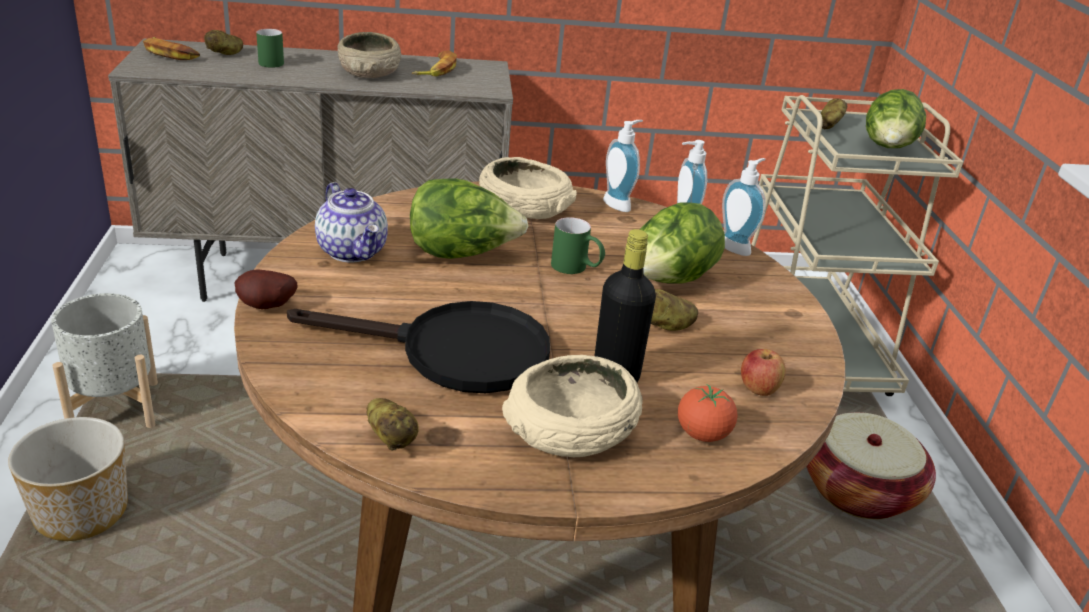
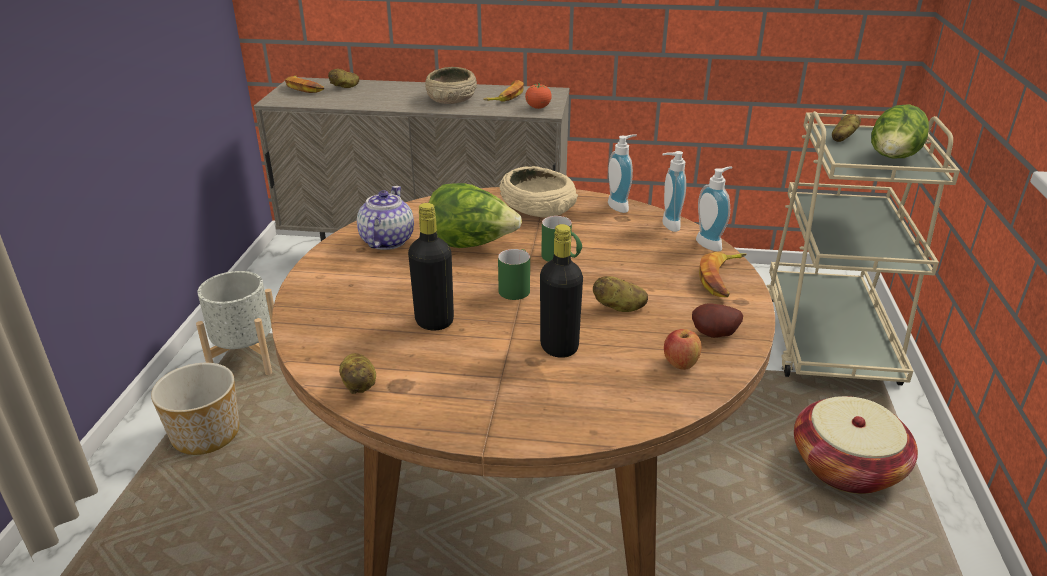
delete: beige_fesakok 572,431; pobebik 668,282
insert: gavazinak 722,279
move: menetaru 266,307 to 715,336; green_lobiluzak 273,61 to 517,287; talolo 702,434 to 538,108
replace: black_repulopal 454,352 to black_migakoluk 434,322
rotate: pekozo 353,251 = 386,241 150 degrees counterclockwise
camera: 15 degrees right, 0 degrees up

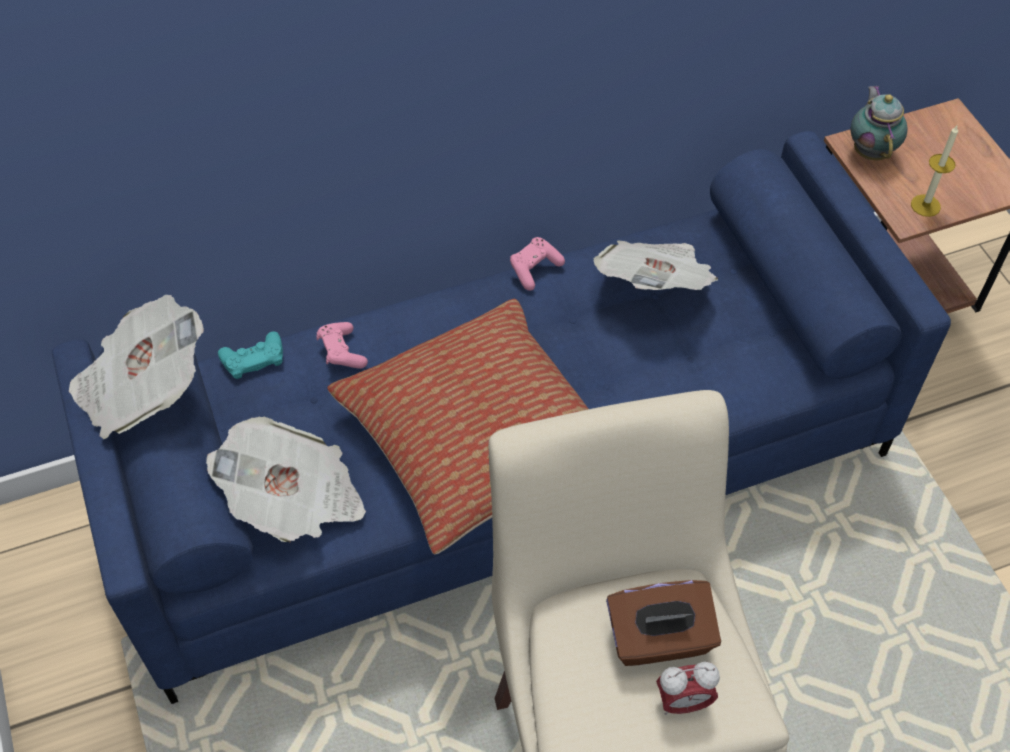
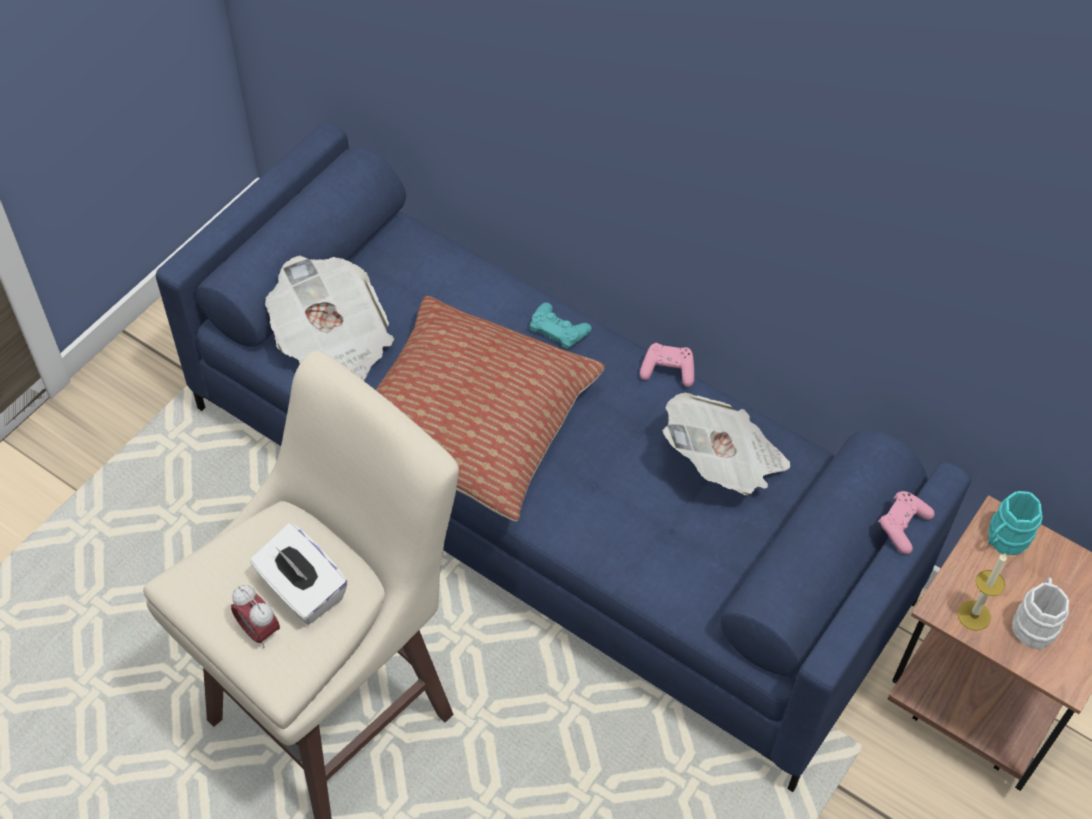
delete: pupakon 143,388
insert: white_lobiluzak 1034,622
move: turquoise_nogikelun 253,358 to 558,329; pink_nogikelun 341,352 to 902,526
replace: pekozo 870,151 to turquoise_lobiluzak 1003,540
recolor: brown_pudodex 659,639 to white_pudodex 302,590
camera: 55 degrees right, 0 degrees up

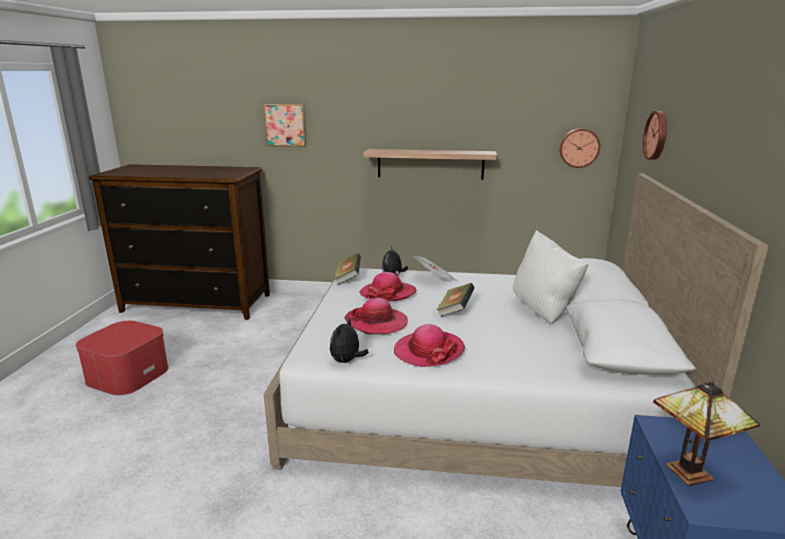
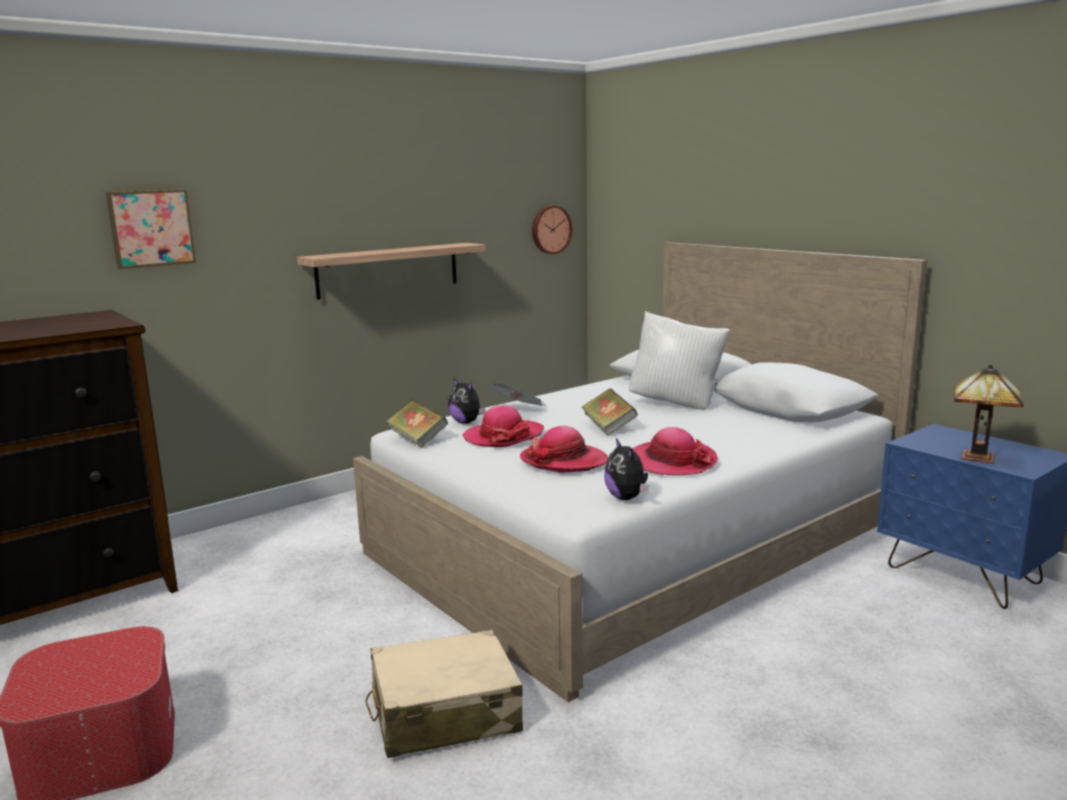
delete: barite 657,135
insert: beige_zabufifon 444,713
camera: 45 degrees left, 5 degrees down

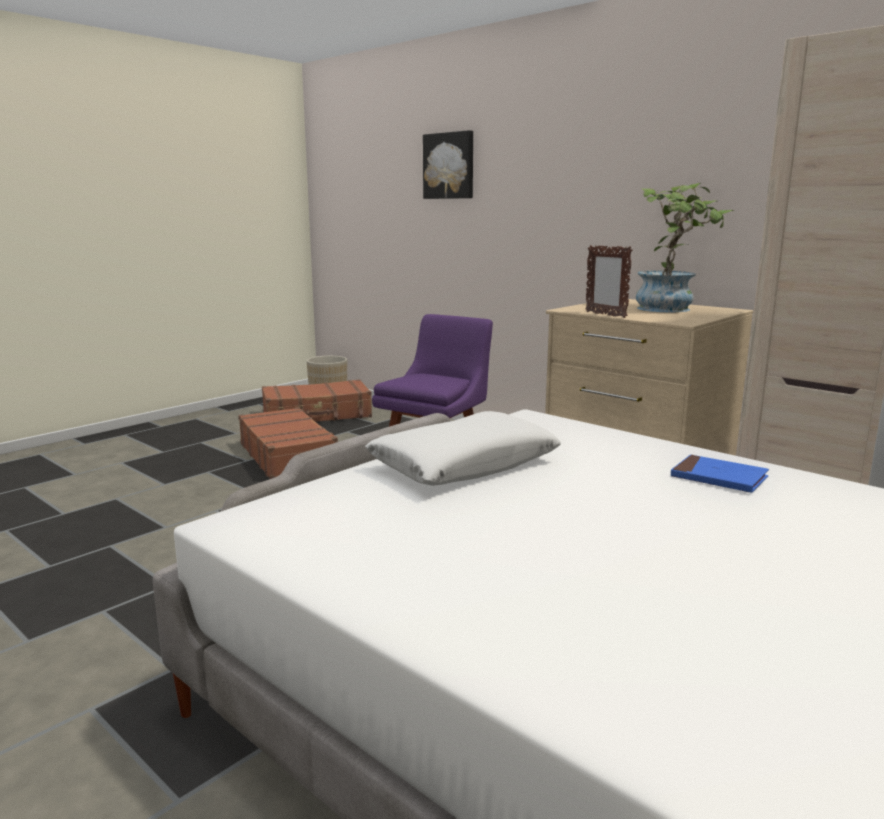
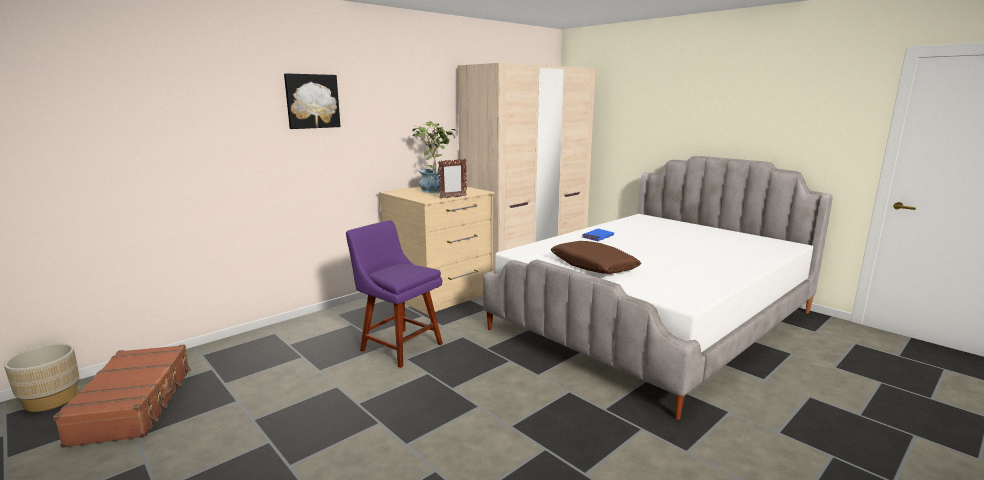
delete: brown_zabufifon 288,456
move: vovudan 449,166 to 312,101
recolor: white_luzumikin 464,465 to brown_luzumikin 593,266
camera: 85 degrees left, 0 degrees up

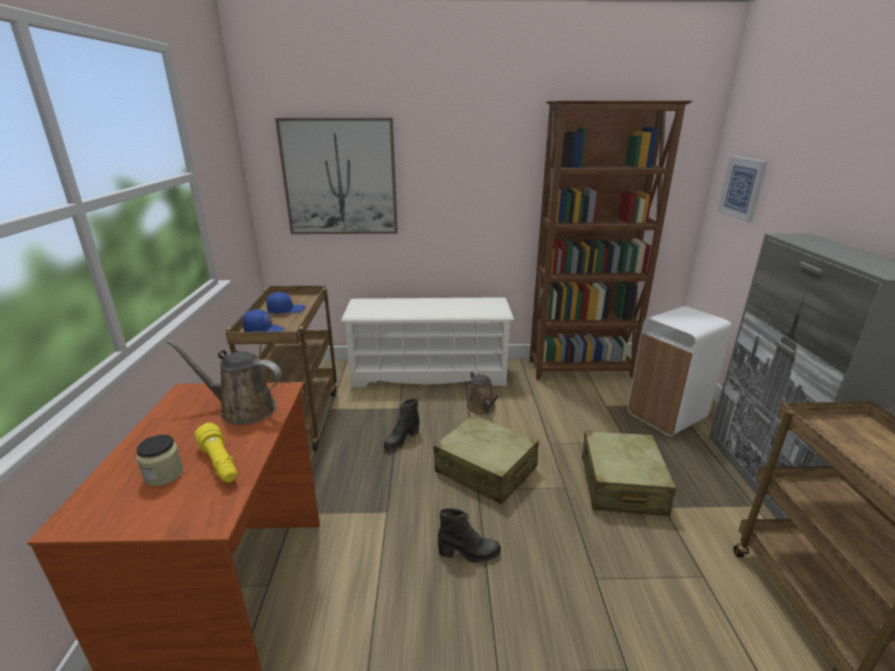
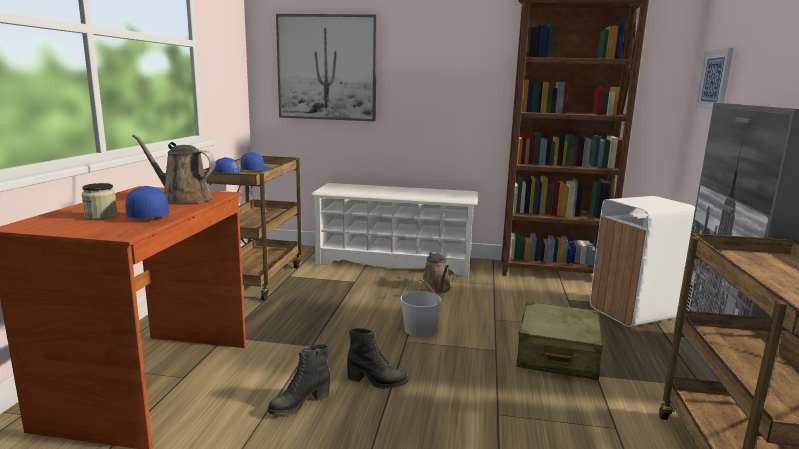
move: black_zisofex 401,440 to 299,404
replace: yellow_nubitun 220,463 to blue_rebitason 147,216; beige_zabufifon 486,470 to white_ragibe 420,330
camera: 10 degrees right, 10 degrees down

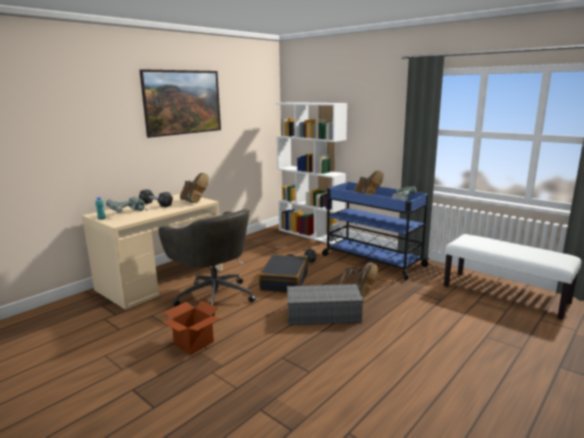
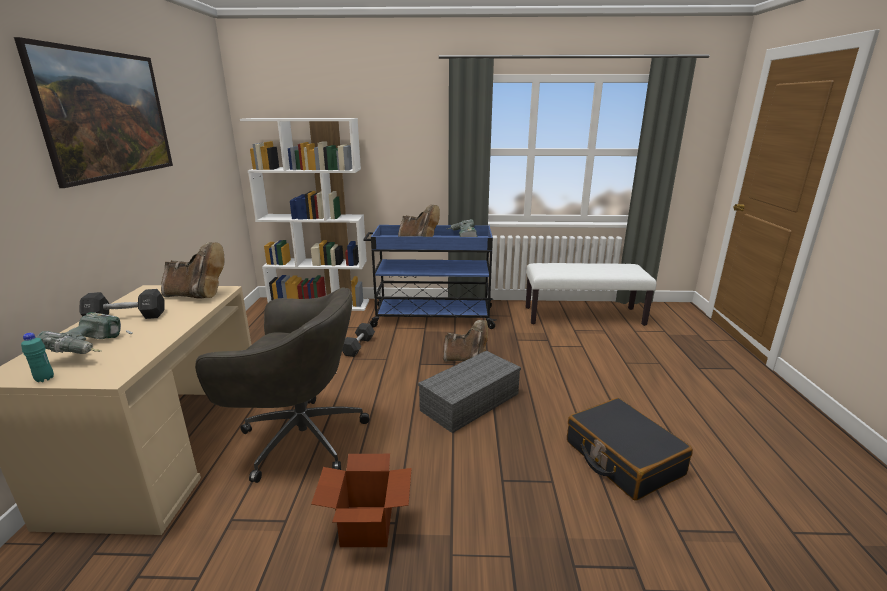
move: black_zabufifon 284,281 to 622,458
camera: 40 degrees left, 5 degrees up

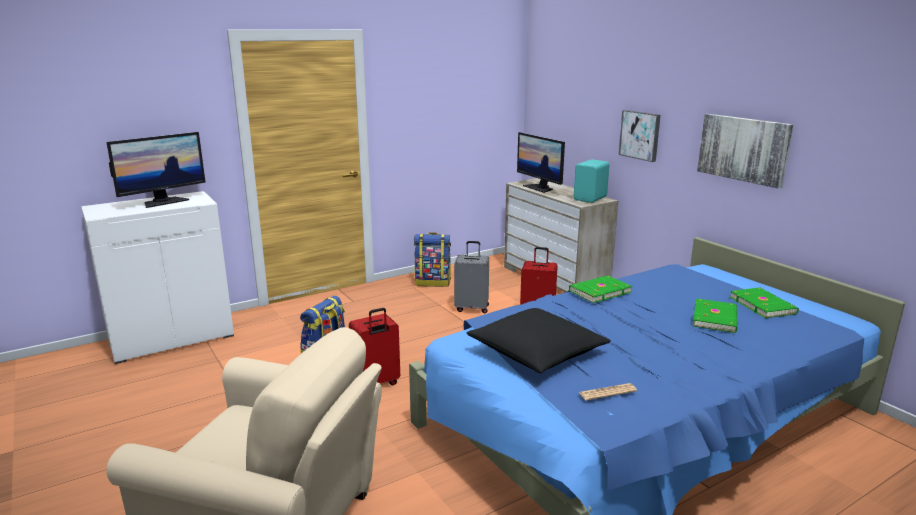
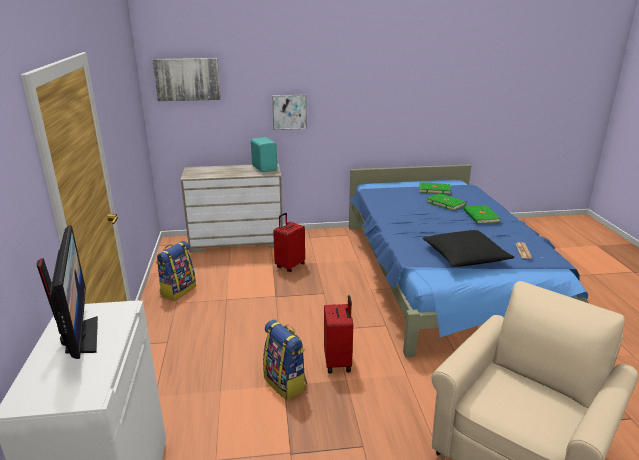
delete: grey_zabufifon 472,308; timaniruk 540,188
move: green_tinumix 599,291 to 480,216; vovudan 743,149 to 187,79
camera: 65 degrees left, 5 degrees up

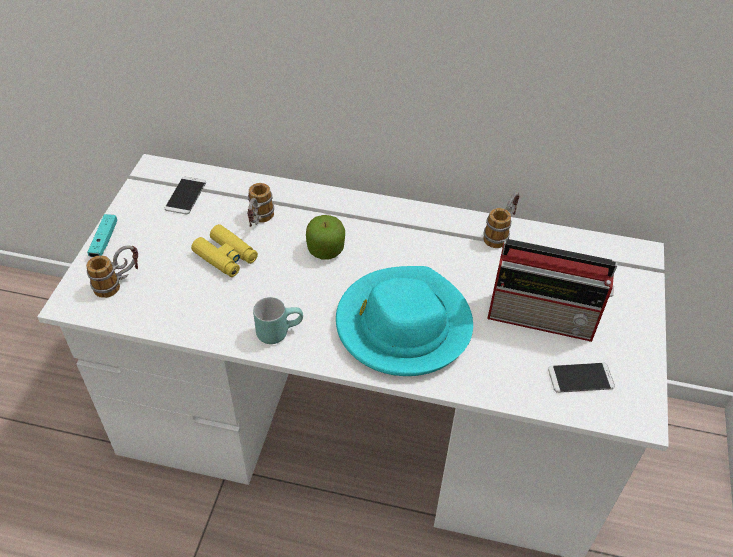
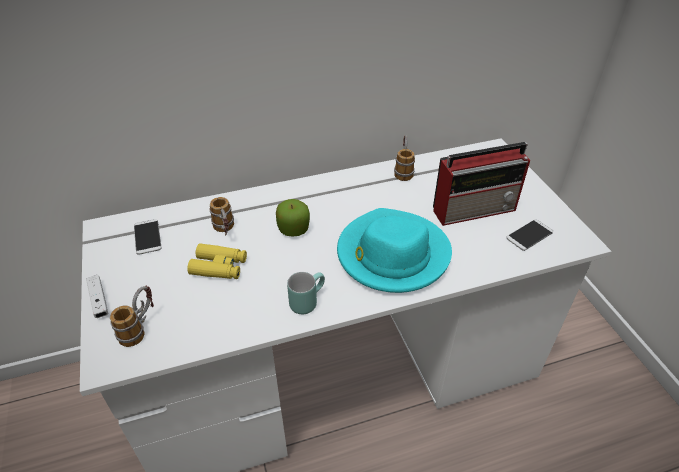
recolor: turquoise_nogikelun 104,241 to white_nogikelun 99,300
camera: 30 degrees left, 5 degrees down

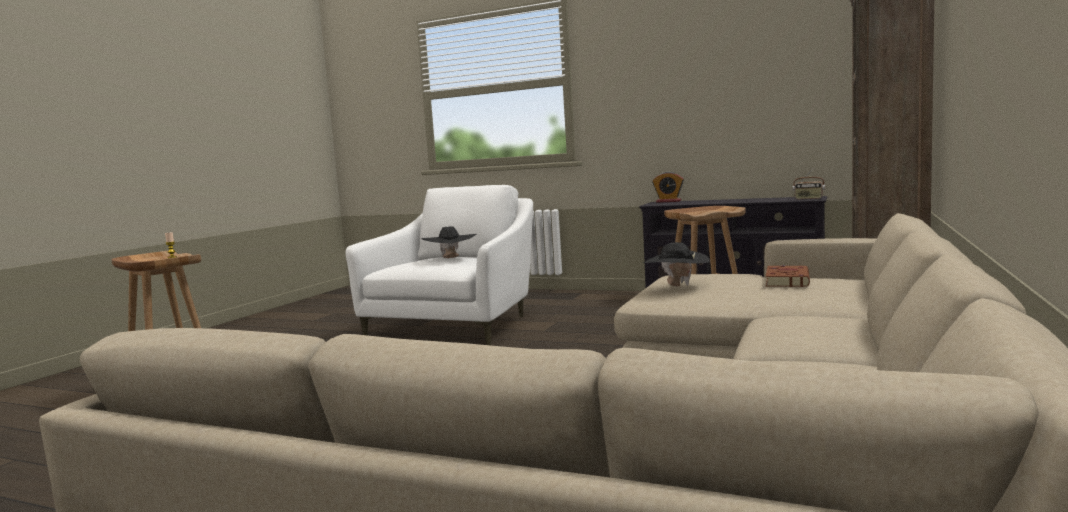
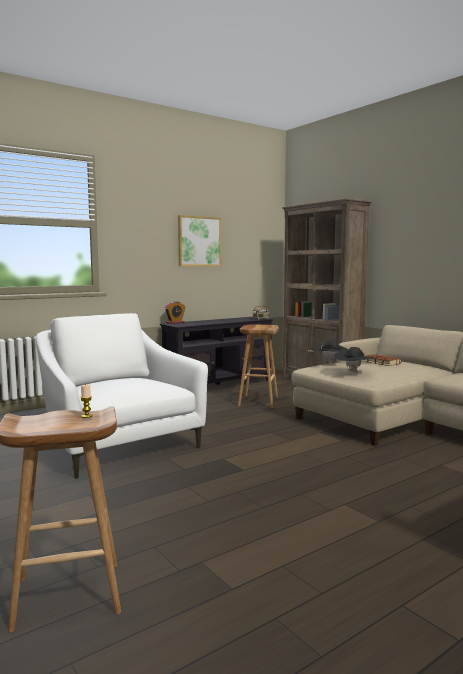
insert: vovudan 199,241
move: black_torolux 450,259 to 331,364
camera: 60 degrees left, 0 degrees up

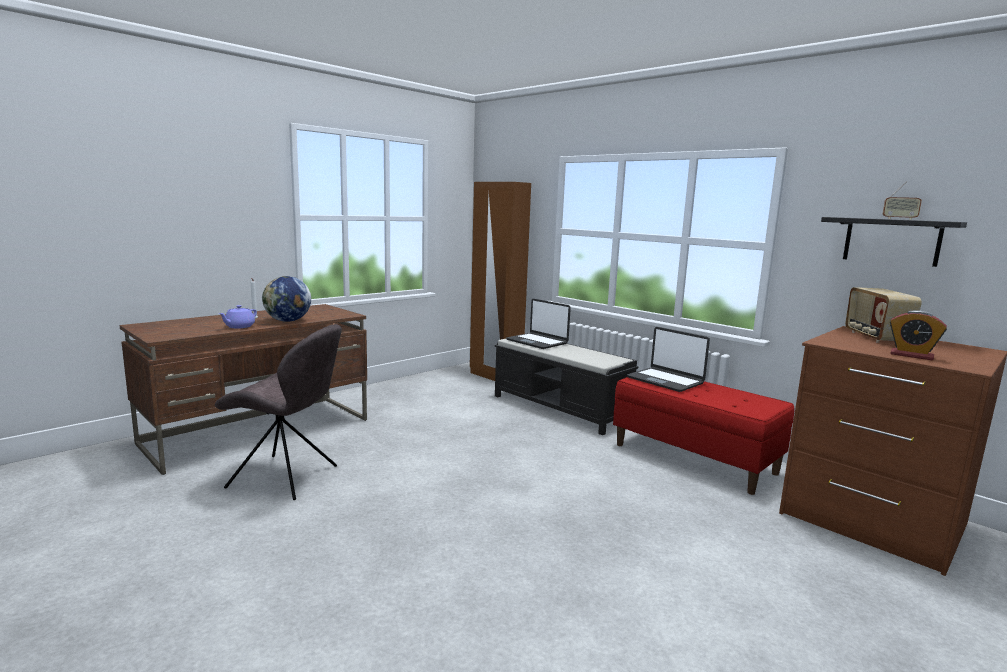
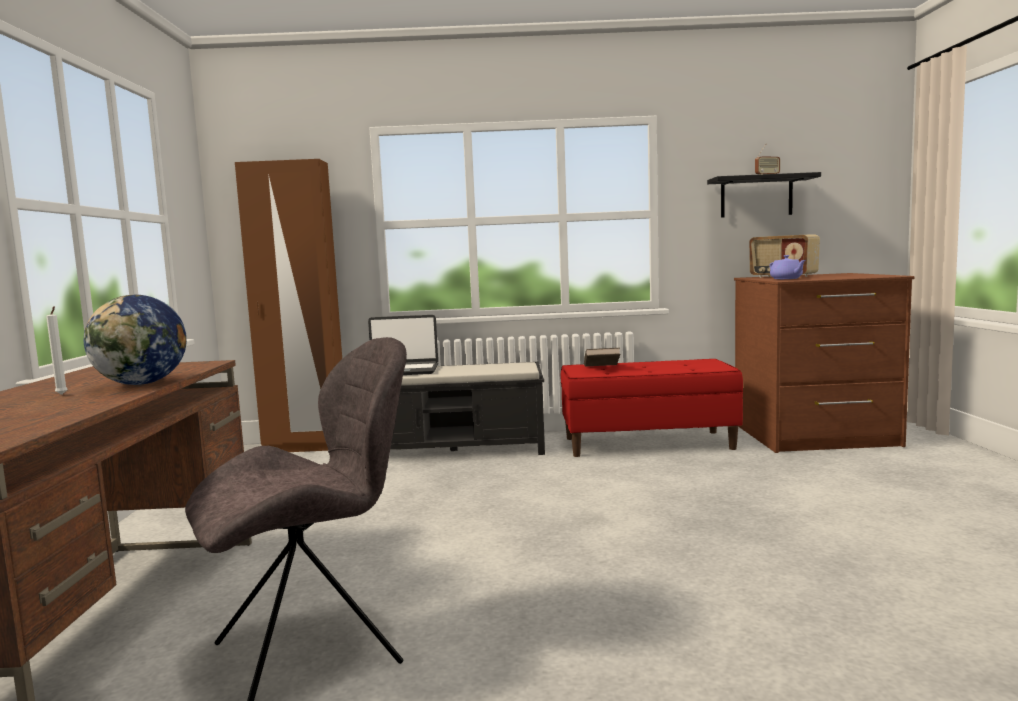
delete: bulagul 911,355
move: purple_pekozo 239,327 to 786,279
replace: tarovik 665,380 to brown_tinumix 601,368
camera: 45 degrees left, 5 degrees down

